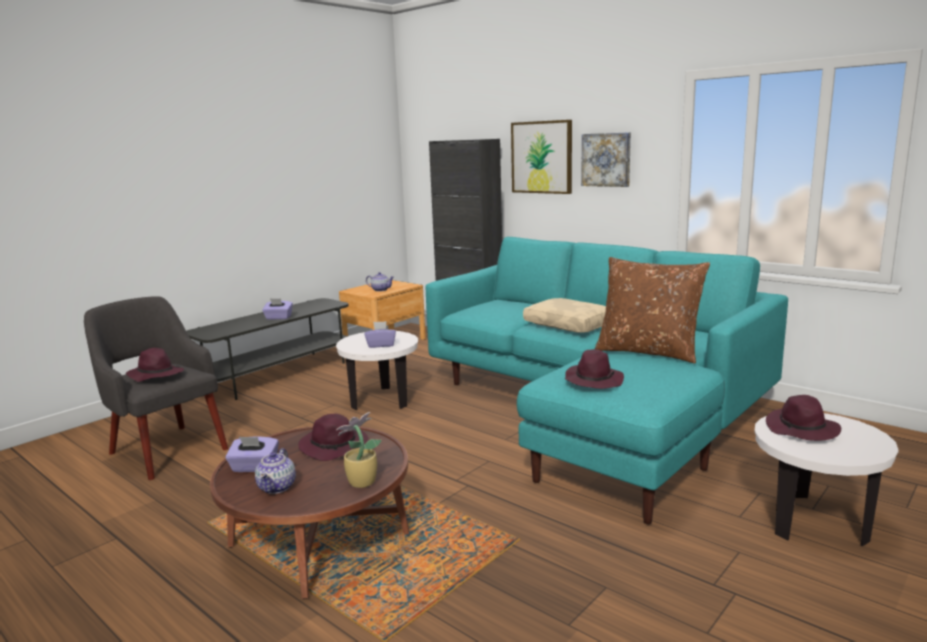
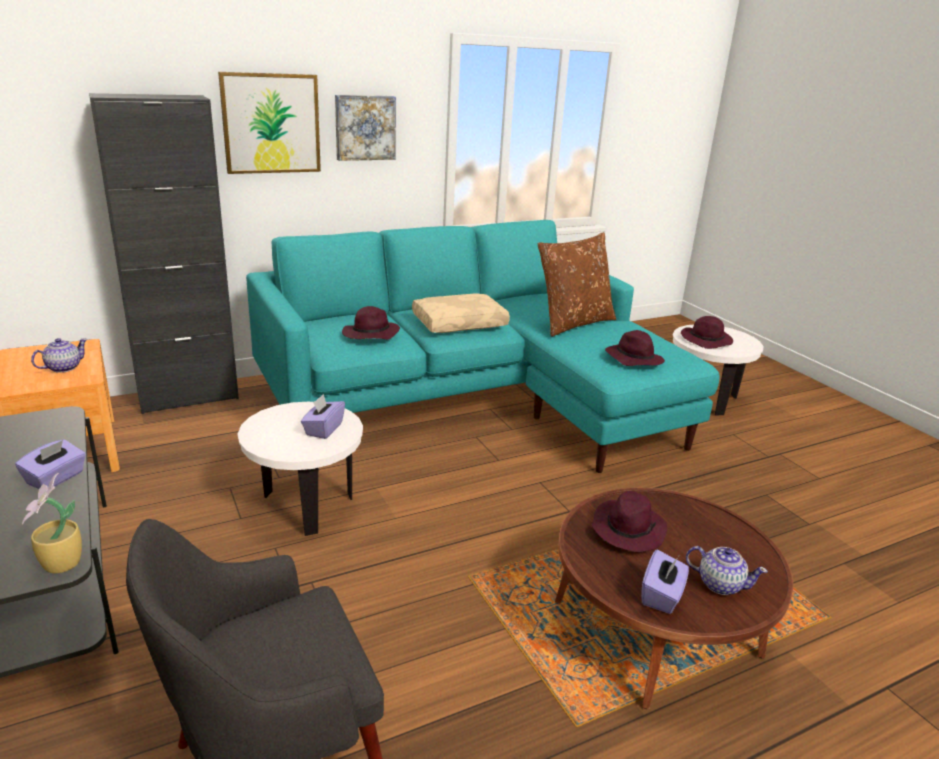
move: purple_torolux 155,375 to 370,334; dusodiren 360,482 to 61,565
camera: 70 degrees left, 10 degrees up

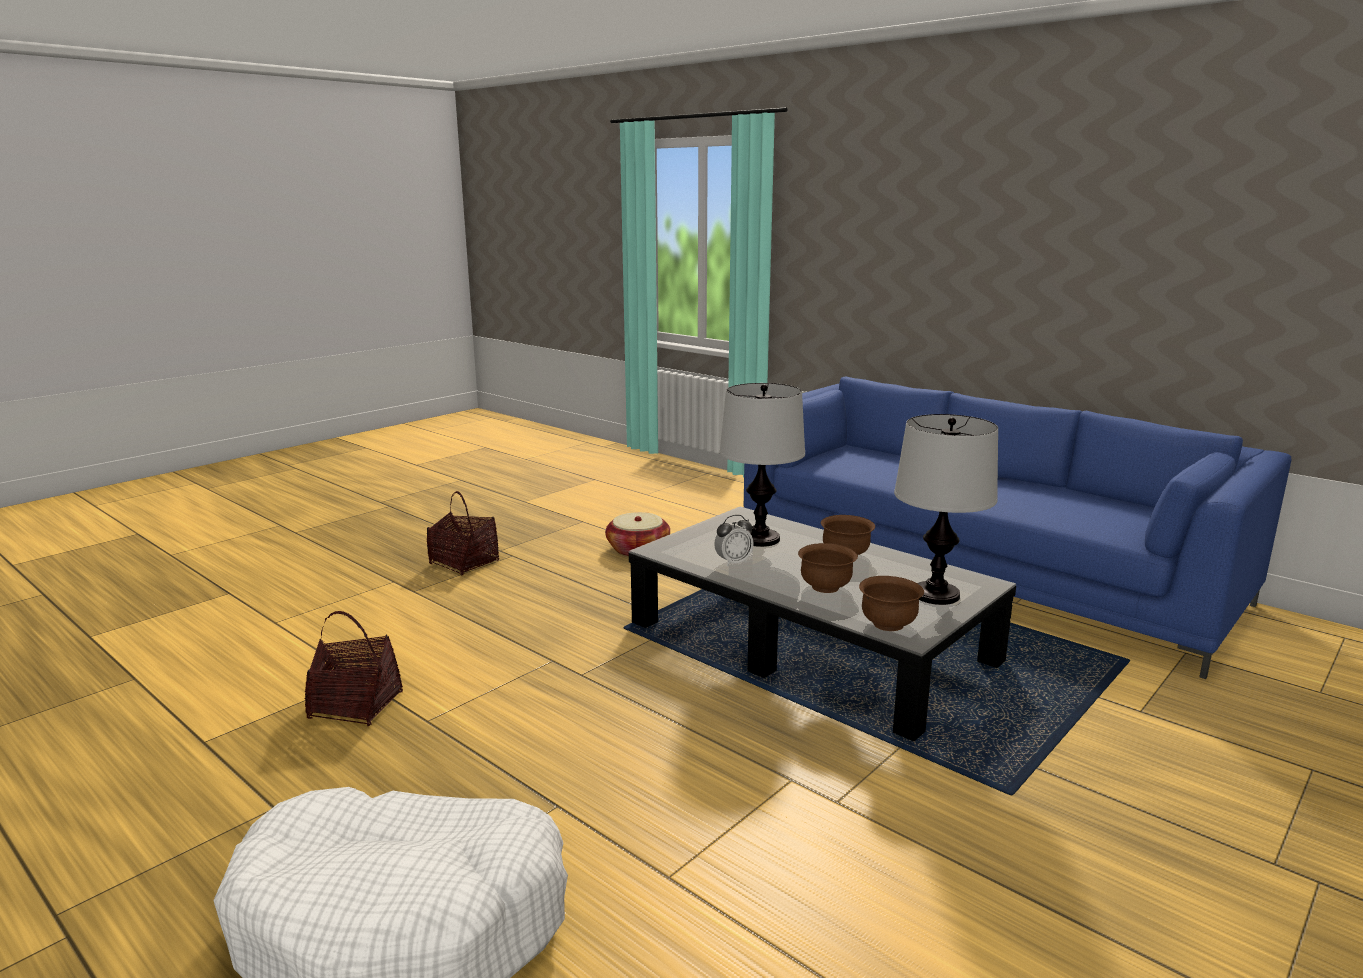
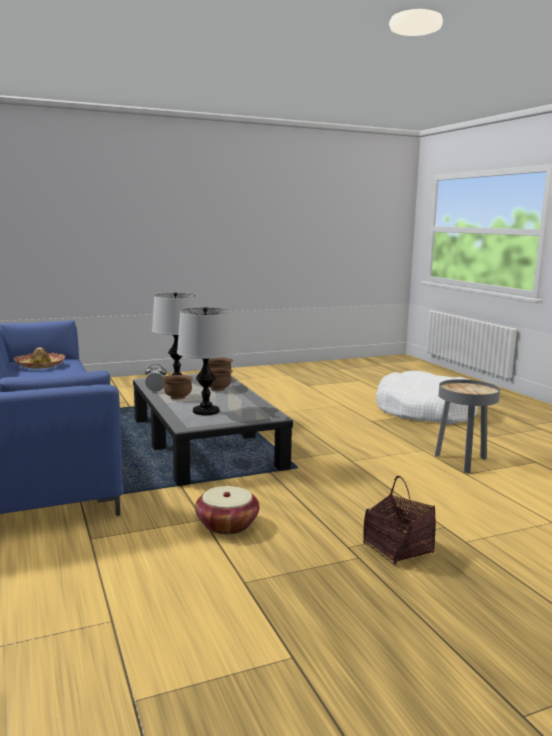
insert: torolux 40,365
move: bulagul 733,562 to 156,391
replace: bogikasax 356,706 to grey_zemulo 462,461
camera: 155 degrees left, 5 degrees down

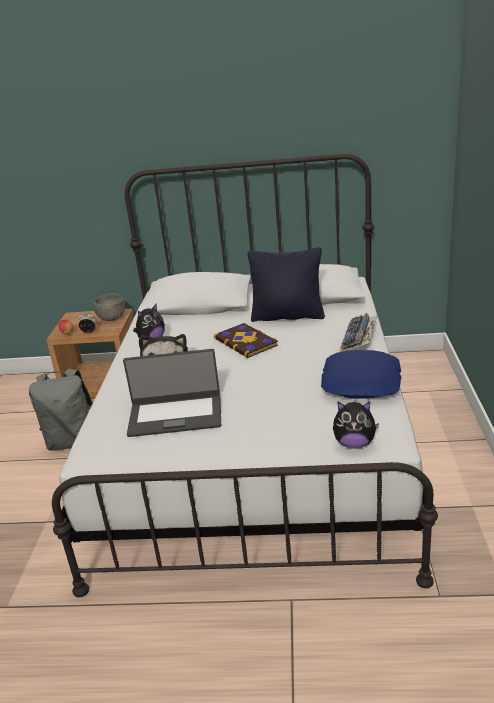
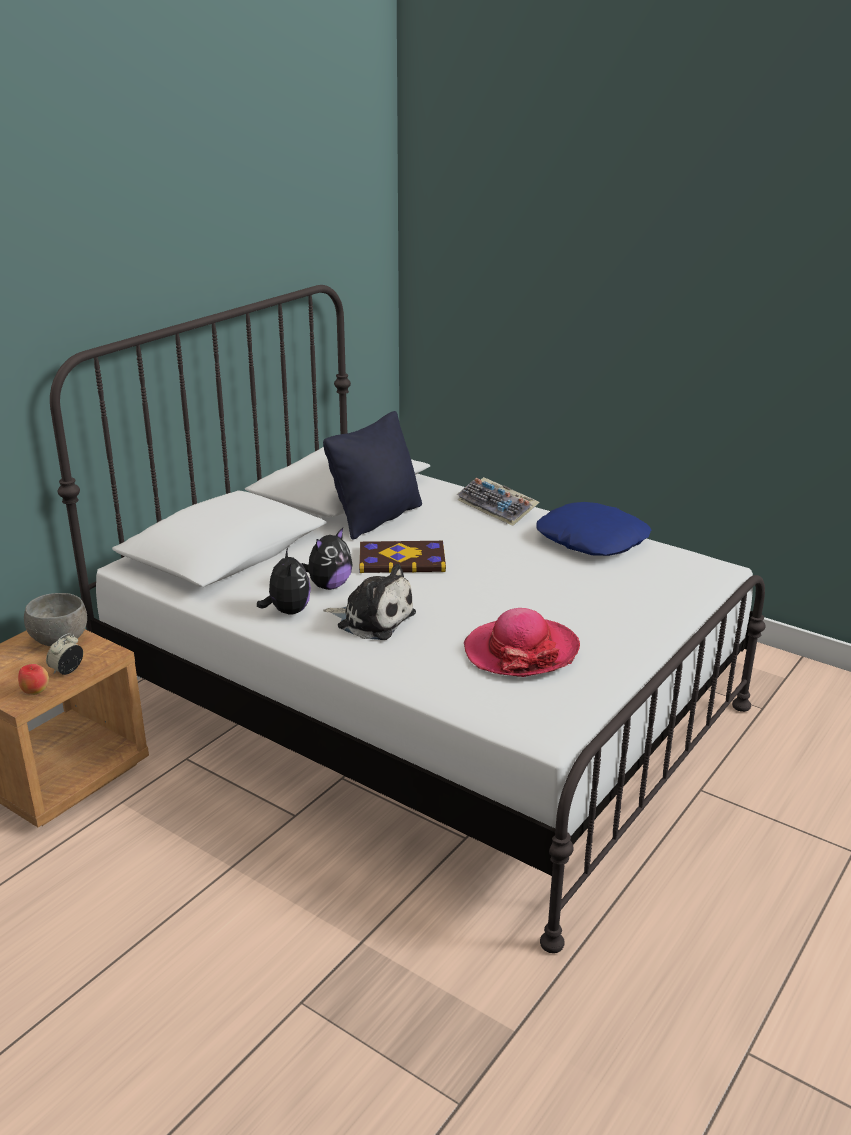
delete: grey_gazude 72,441
move: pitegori 354,444 to 329,586
replace: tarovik 175,415 to torolux 521,651
camera: 60 degrees left, 0 degrees up

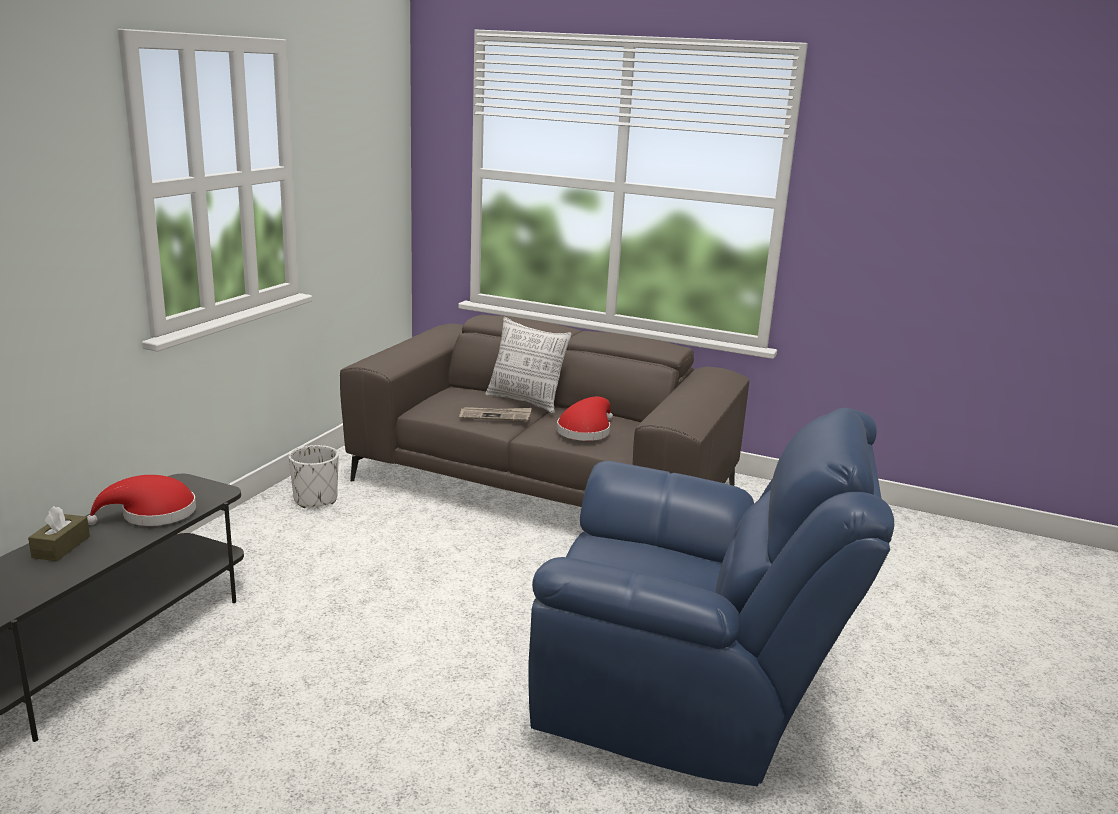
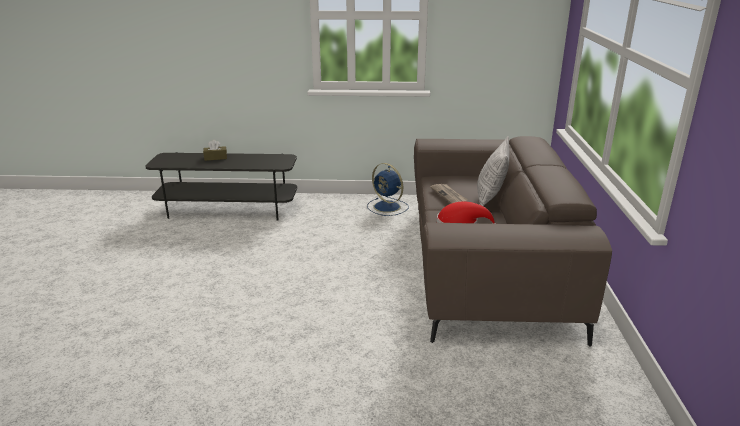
delete: red_torolux 152,514; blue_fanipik 686,700
replace: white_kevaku 315,499 to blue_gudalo 388,207
camera: 70 degrees right, 5 degrees up

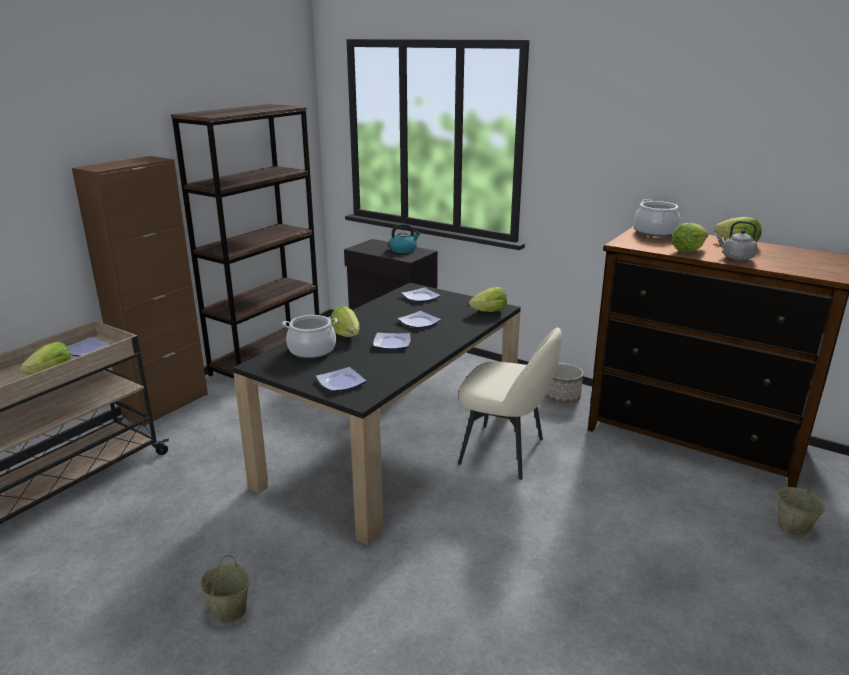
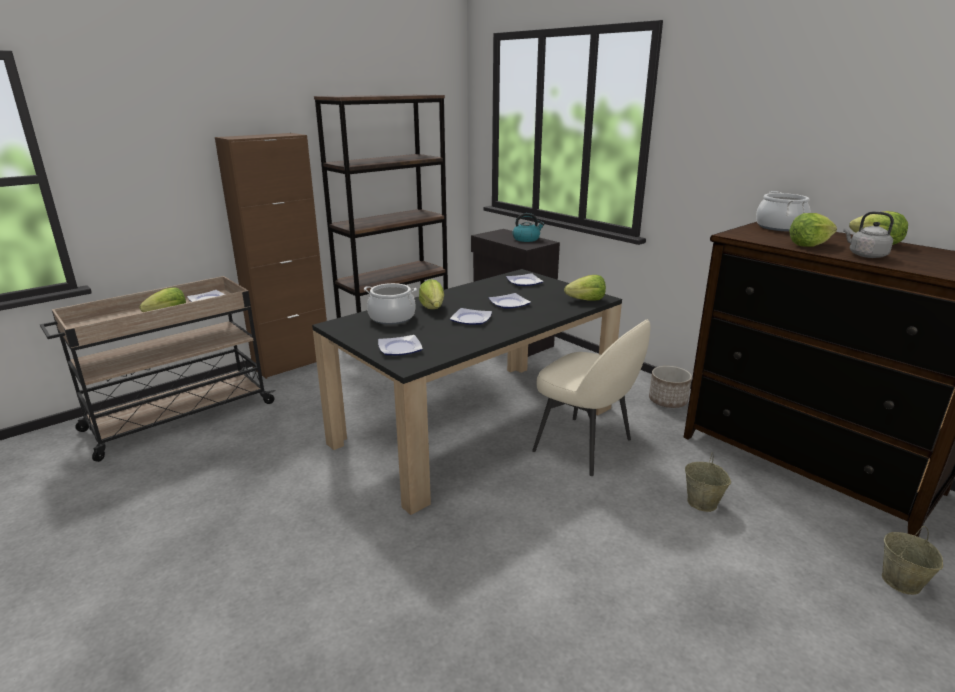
move: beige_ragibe 230,611 to 702,503
camera: 15 degrees right, 0 degrees up

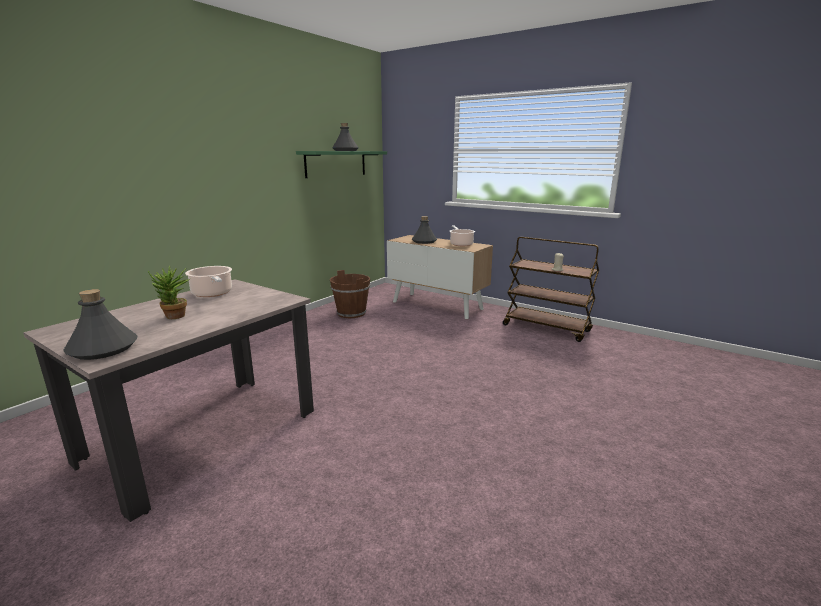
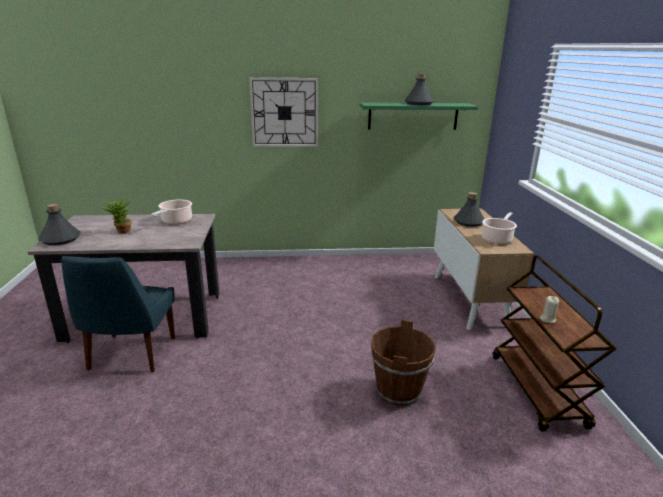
insert: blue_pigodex 131,355; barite 284,112
move: brown_ragibe 351,313 to 398,390
camera: 50 degrees right, 5 degrees up

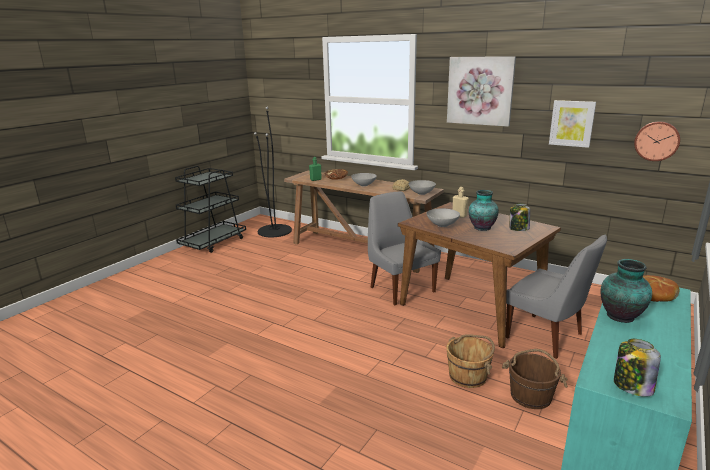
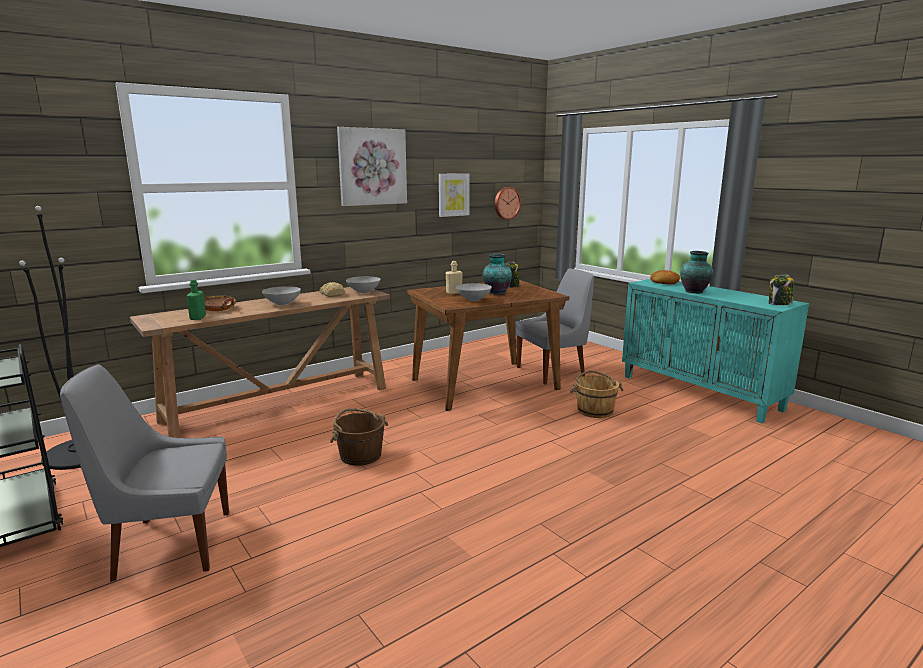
move: grey_pigodex 400,288 to 168,545; brown_ragibe 531,395 to 360,455
camera: 70 degrees left, 5 degrees down

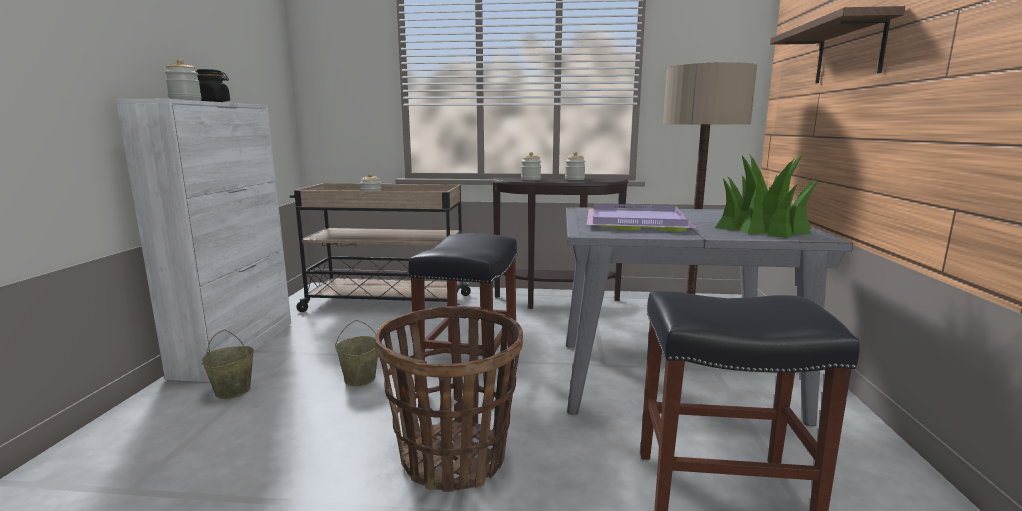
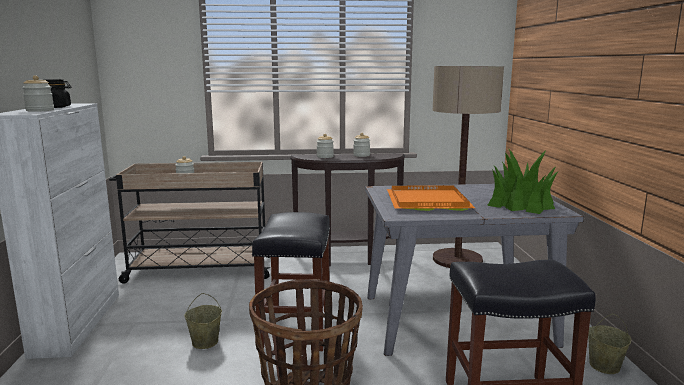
delete: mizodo 849,51
move: beige_ragibe 232,391 to 604,366
recolor: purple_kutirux 634,221 to orange_kutirux 426,201
camera: 10 degrees left, 0 degrees up

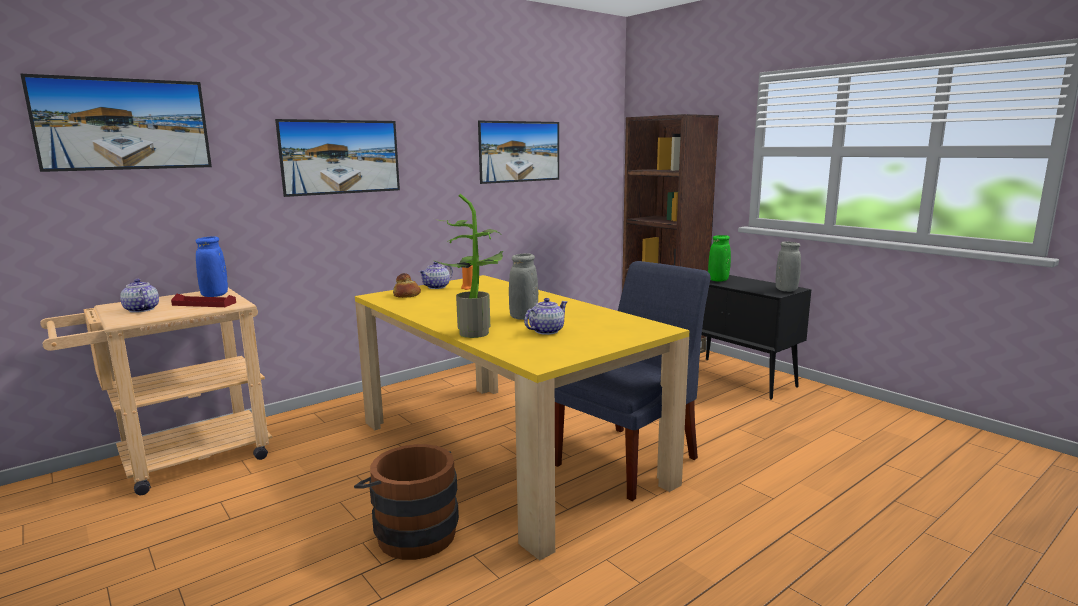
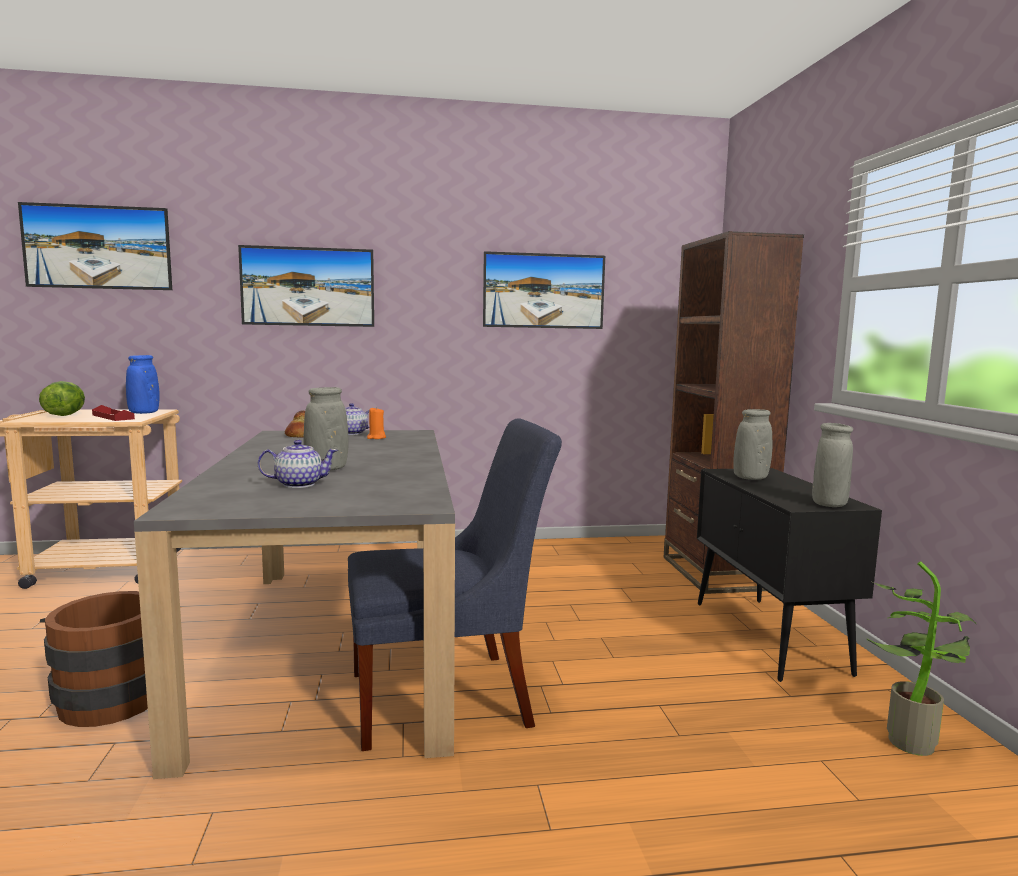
move: dusodiren 475,332 to 912,740
replace: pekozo 141,310 to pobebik 65,415
recolor: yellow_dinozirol 507,450 to grey_dinozirol 338,641; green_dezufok 718,280 to grey_dezufok 750,478
camera: 30 degrees right, 5 degrees down

